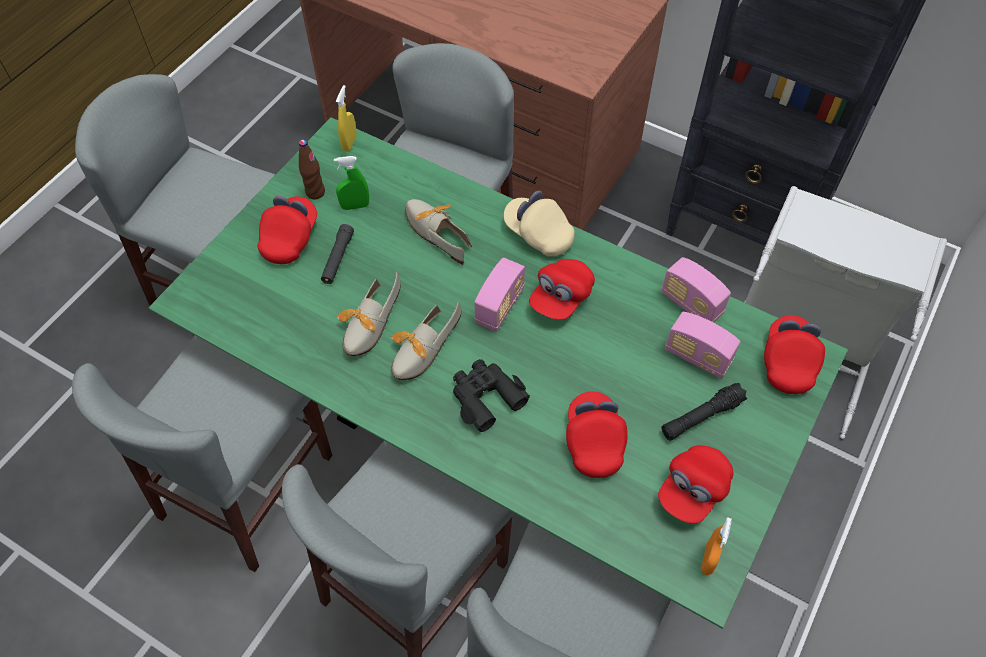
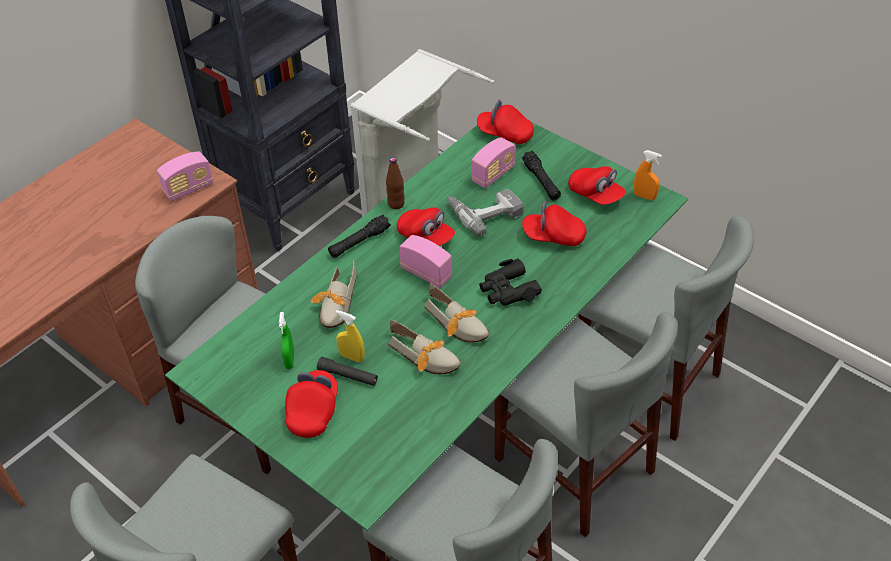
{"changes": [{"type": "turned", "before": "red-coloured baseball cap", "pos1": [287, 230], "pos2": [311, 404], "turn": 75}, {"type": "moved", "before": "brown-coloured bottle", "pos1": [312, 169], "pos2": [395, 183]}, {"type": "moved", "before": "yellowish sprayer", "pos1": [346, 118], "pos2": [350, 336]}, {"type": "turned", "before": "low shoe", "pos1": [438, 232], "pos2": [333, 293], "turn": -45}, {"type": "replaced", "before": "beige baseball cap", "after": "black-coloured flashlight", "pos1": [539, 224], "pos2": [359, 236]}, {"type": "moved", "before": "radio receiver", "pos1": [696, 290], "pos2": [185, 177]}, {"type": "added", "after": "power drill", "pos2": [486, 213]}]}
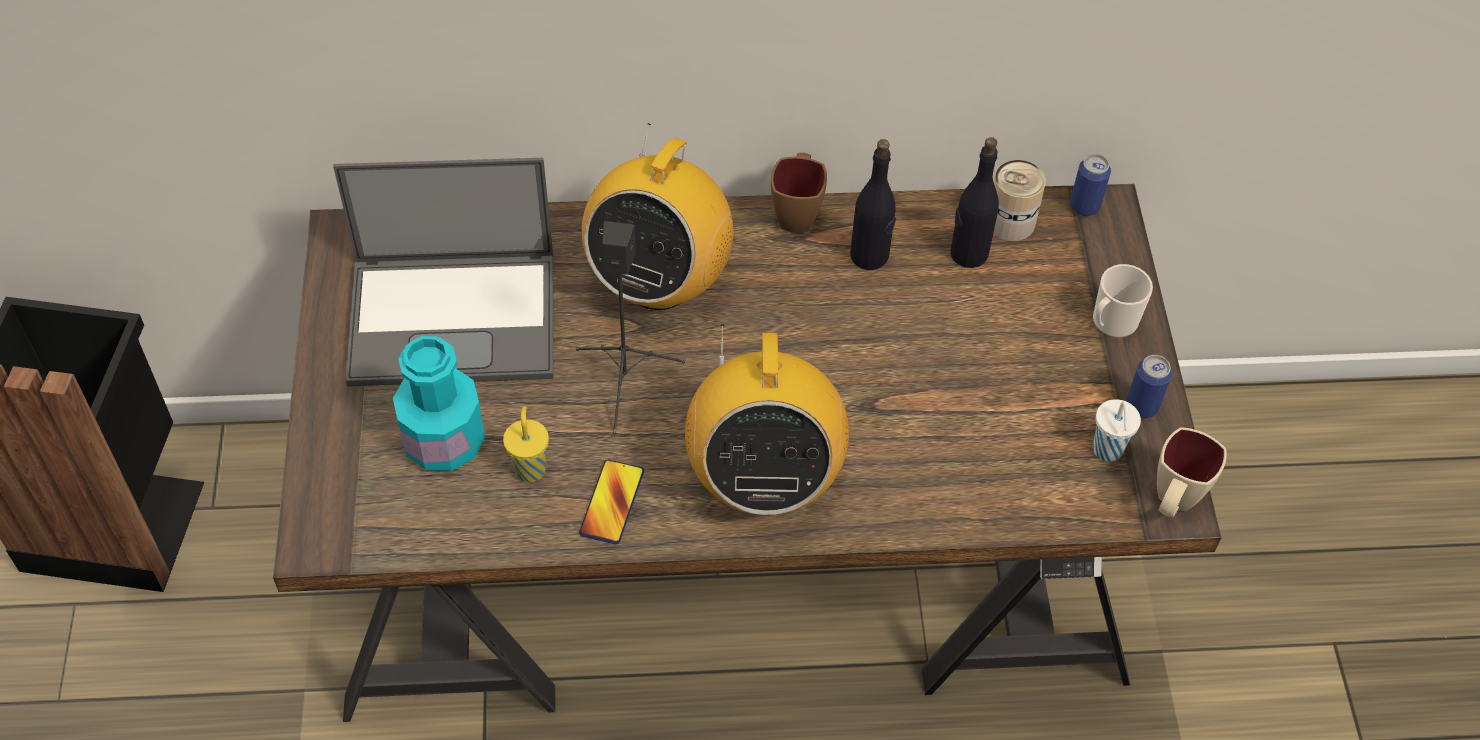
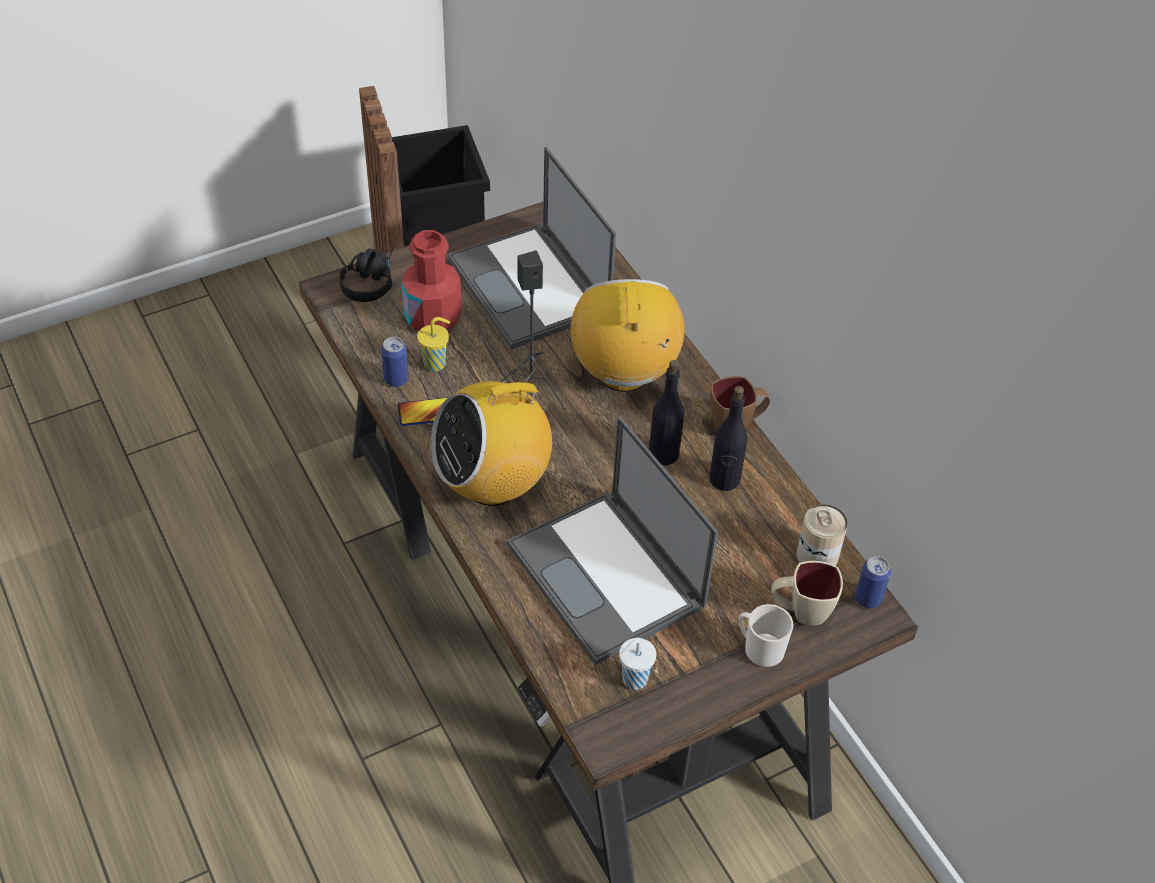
{"changes": [{"type": "recoloured", "before": "turquoise-coloured bottle", "after": "red-coloured bottle", "pos1": [439, 403], "pos2": [431, 280]}, {"type": "turned", "before": "radio receiver", "pos1": [657, 216], "pos2": [627, 335], "turn": 90}, {"type": "moved", "before": "black-coloured bottle", "pos1": [974, 202], "pos2": [666, 412]}, {"type": "moved", "before": "can", "pos1": [1149, 386], "pos2": [395, 362]}, {"type": "moved", "before": "beige mug", "pos1": [1192, 472], "pos2": [807, 593]}, {"type": "added", "after": "black-coloured headphones", "pos2": [367, 273]}, {"type": "added", "after": "notebook computer", "pos2": [612, 540]}]}
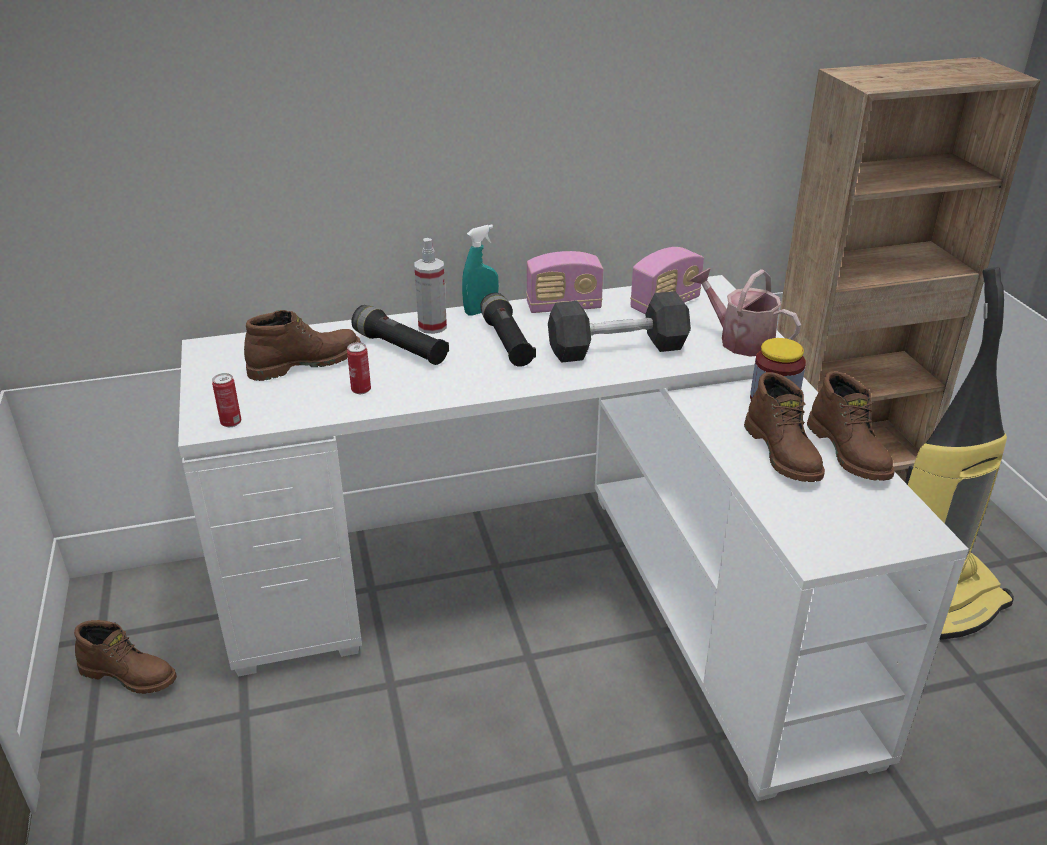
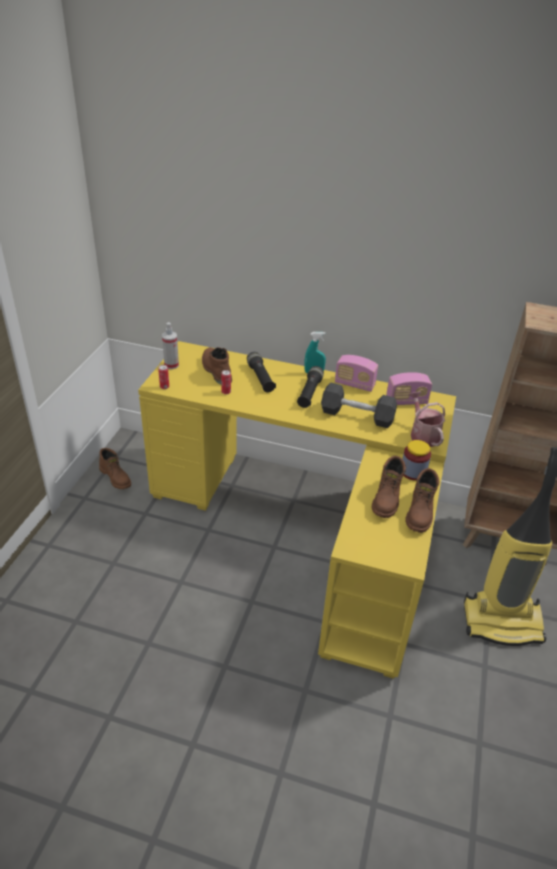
{"changes": [{"type": "recoloured", "before": "white desk unit", "after": "yellowish desk unit", "pos1": [573, 538], "pos2": [297, 510]}, {"type": "turned", "before": "brown-coloured high-top boot", "pos1": [302, 345], "pos2": [217, 365], "turn": -120}, {"type": "moved", "before": "sprayer", "pos1": [430, 286], "pos2": [170, 345]}]}
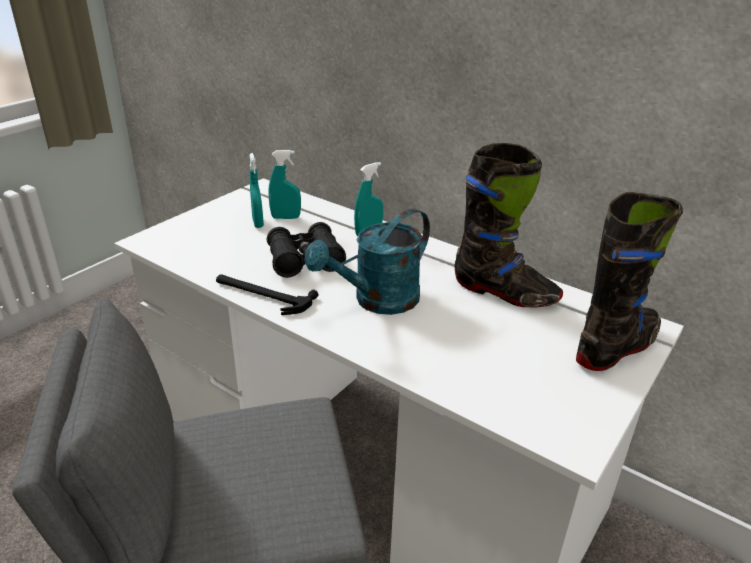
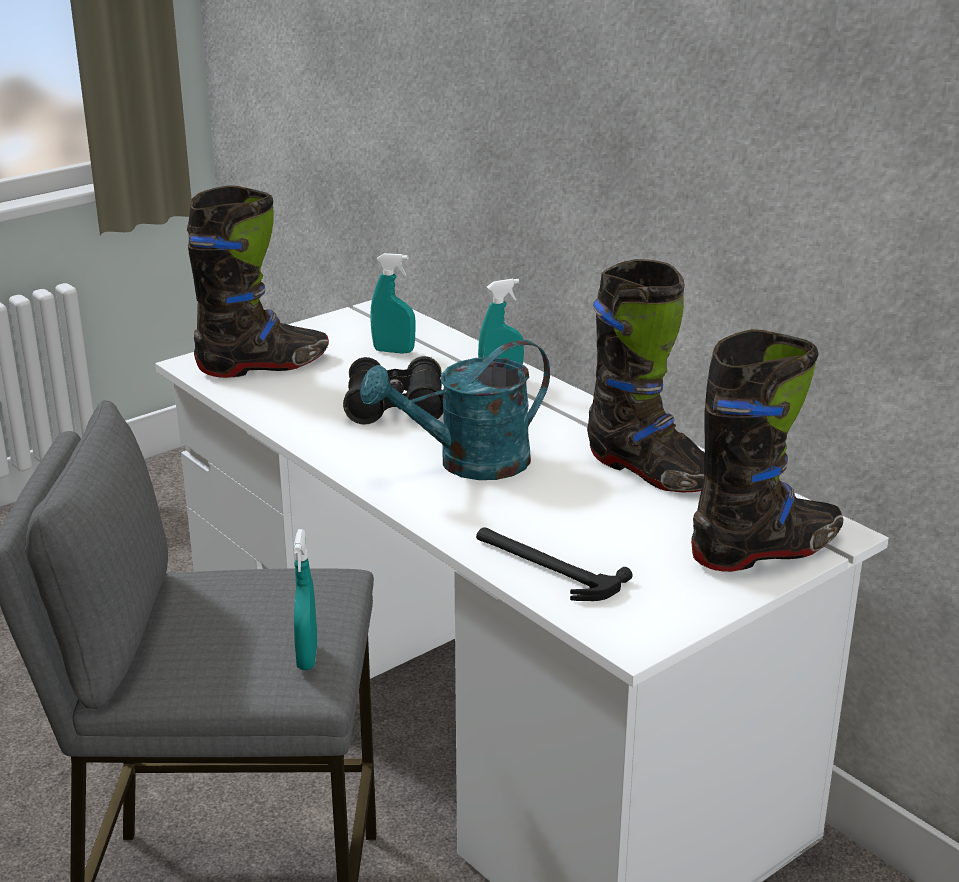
{"changes": [{"type": "moved", "before": "hammer", "pos1": [267, 294], "pos2": [554, 564]}, {"type": "moved", "before": "turquoise-coloured sprayer", "pos1": [257, 190], "pos2": [306, 599]}, {"type": "added", "after": "black-coloured high-top boot", "pos2": [258, 281]}]}
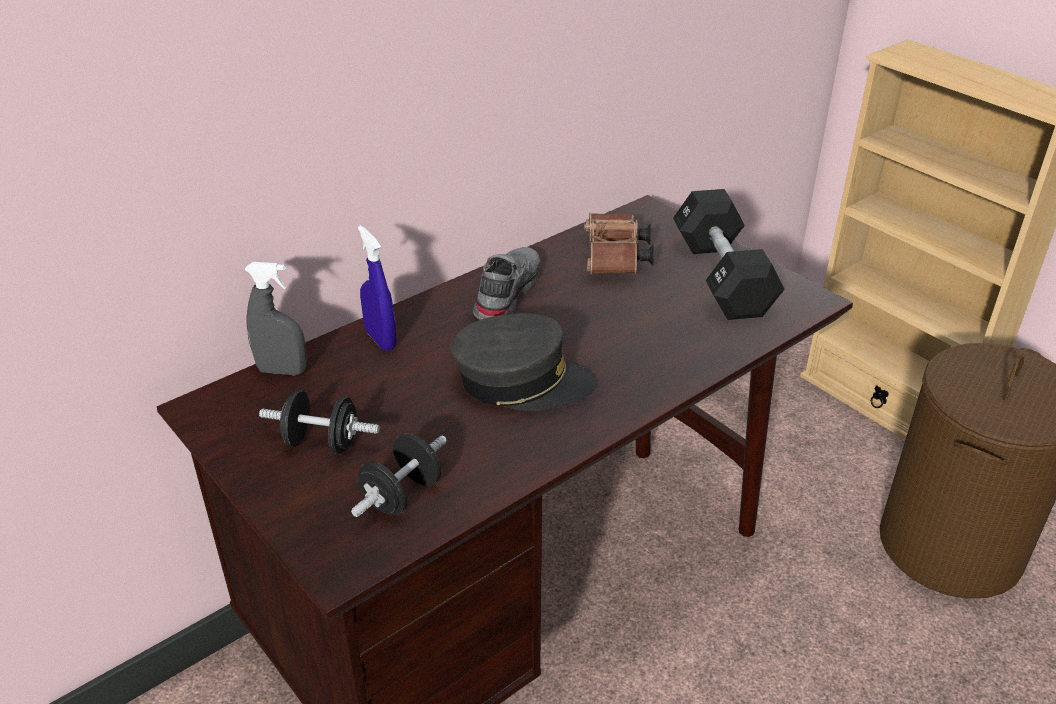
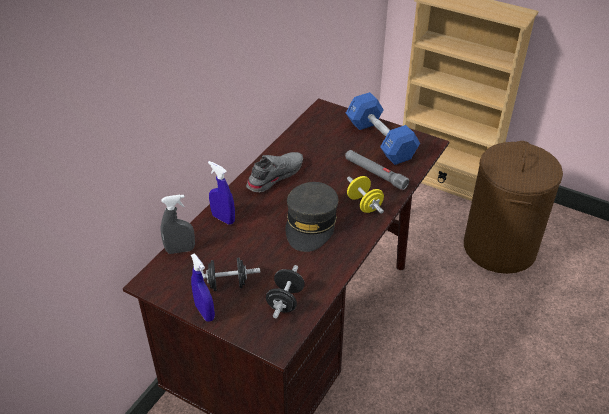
{"changes": [{"type": "turned", "before": "gray baseball cap", "pos1": [524, 362], "pos2": [312, 217], "turn": 120}, {"type": "turned", "before": "gray low shoe", "pos1": [506, 283], "pos2": [274, 172], "turn": 45}, {"type": "removed", "before": "brown-coloured binoculars", "pos1": [619, 243]}, {"type": "recoloured", "before": "black-coloured free weight", "after": "blue free weight", "pos1": [729, 254], "pos2": [383, 128]}, {"type": "added", "after": "blue sprayer", "pos2": [203, 287]}, {"type": "added", "after": "gray flashlight", "pos2": [377, 170]}, {"type": "added", "after": "yellowish free weight", "pos2": [365, 195]}]}
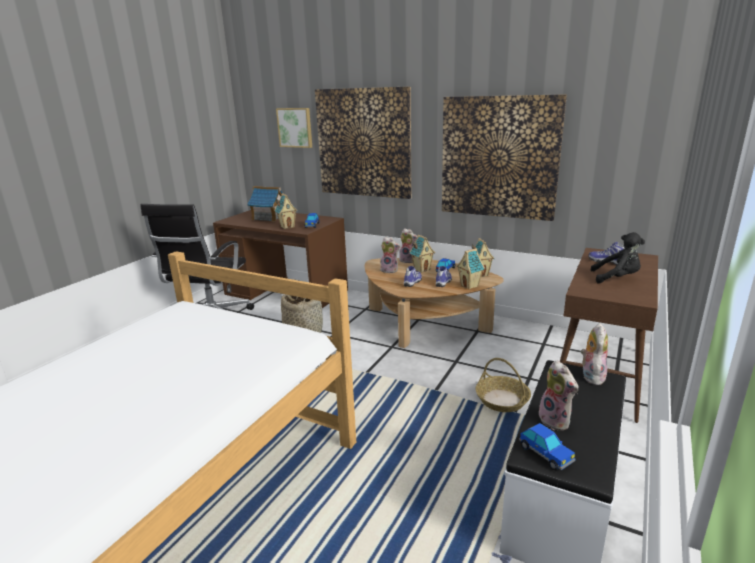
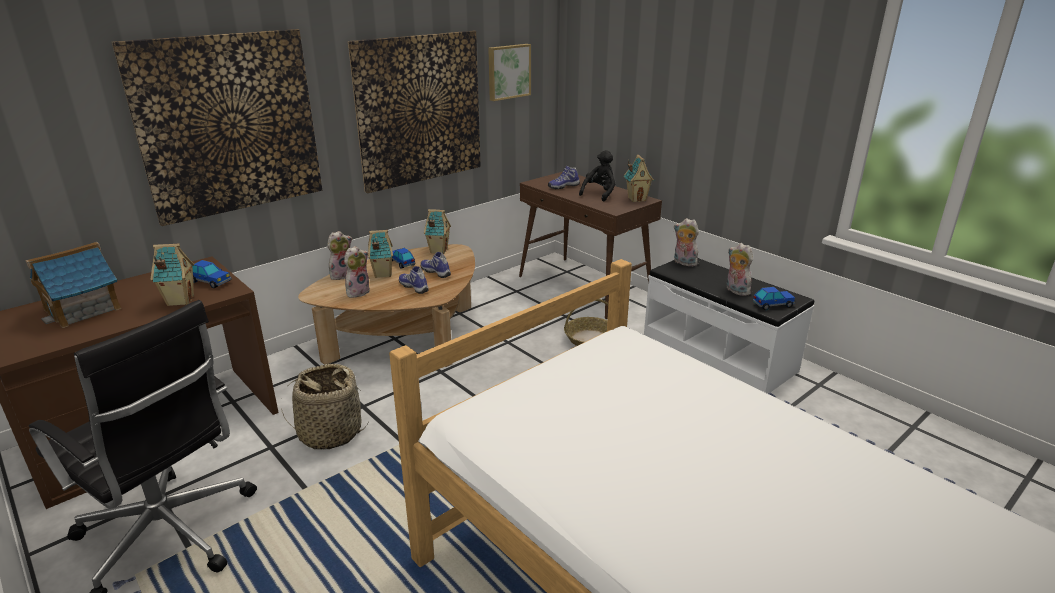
{"changes": [{"type": "moved", "before": "wall picture", "pos1": [294, 128], "pos2": [509, 72]}, {"type": "moved", "before": "miniature house", "pos1": [470, 268], "pos2": [638, 178]}, {"type": "turned", "before": "cuddly toy", "pos1": [558, 395], "pos2": [740, 269], "turn": -120}]}
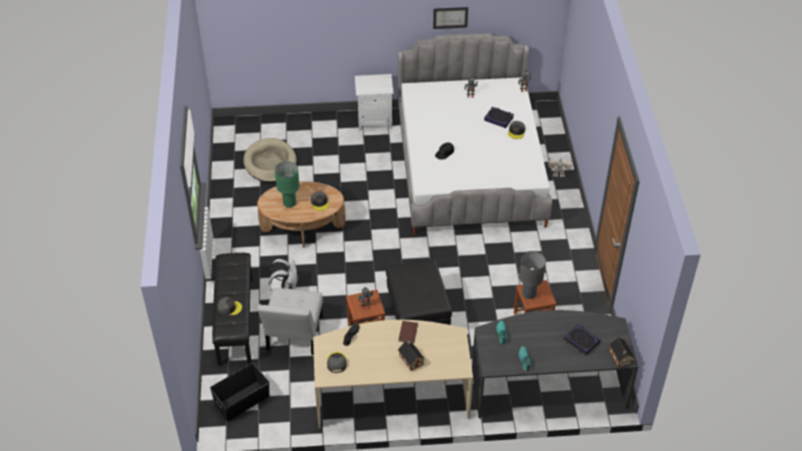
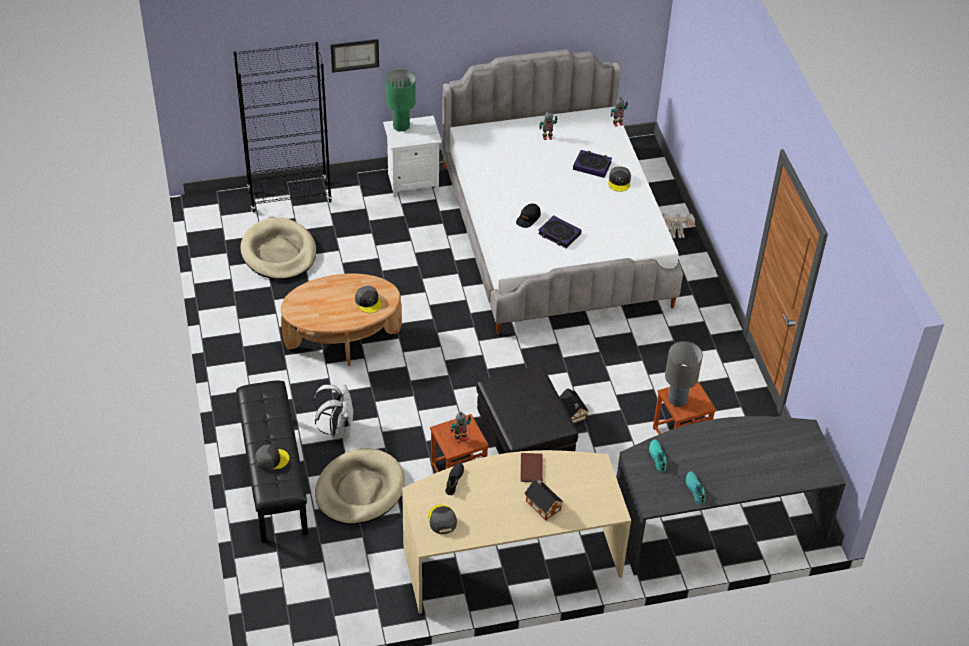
{"changes": [{"type": "removed", "before": "black-coloured storage container", "pos1": [239, 392]}, {"type": "replaced", "before": "white upright chair", "after": "beige dog bed", "pos1": [290, 321], "pos2": [360, 486]}, {"type": "moved", "before": "green-coloured tabletop lamp", "pos1": [287, 184], "pos2": [401, 100]}, {"type": "moved", "before": "wall picture", "pos1": [450, 18], "pos2": [354, 56]}, {"type": "moved", "before": "book", "pos1": [582, 339], "pos2": [560, 232]}, {"type": "moved", "before": "miniature house", "pos1": [621, 352], "pos2": [574, 406]}, {"type": "added", "after": "black-coloured bookshelf", "pos2": [282, 127]}]}
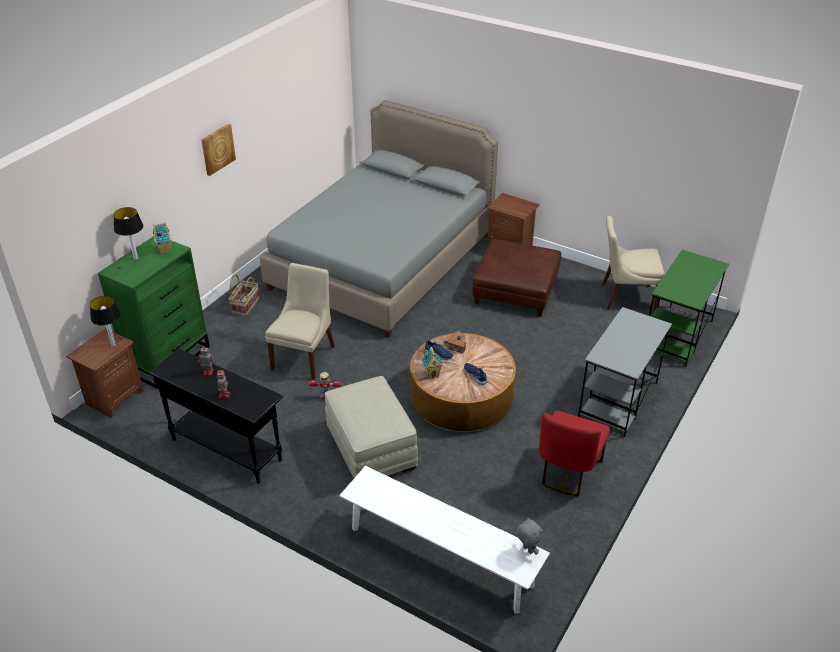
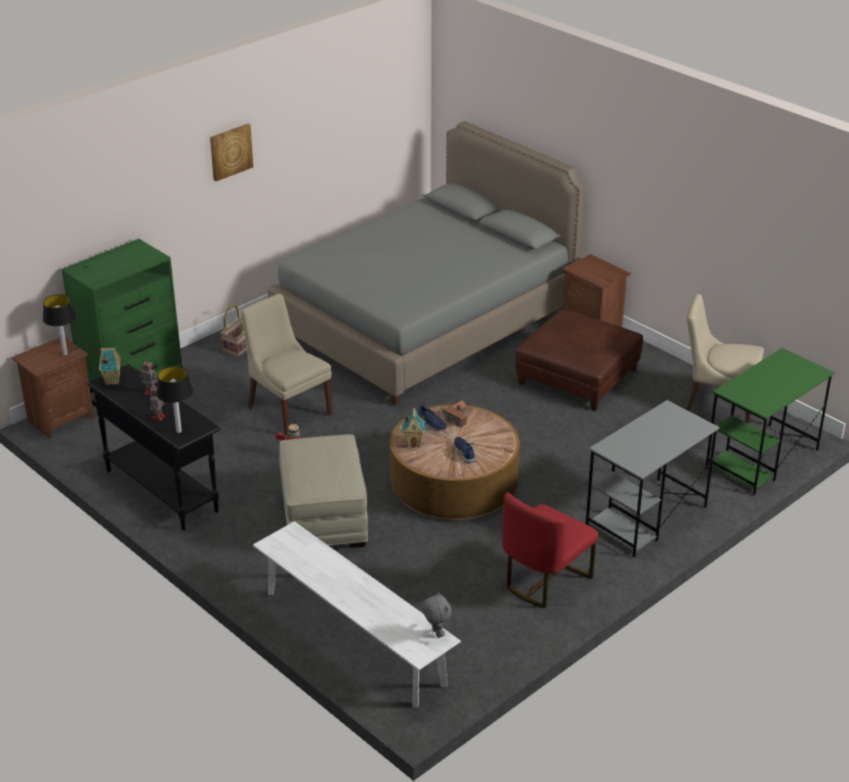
{"changes": [{"type": "moved", "before": "tabletop lamp", "pos1": [128, 233], "pos2": [174, 399]}, {"type": "moved", "before": "miniature house", "pos1": [162, 238], "pos2": [110, 366]}, {"type": "turned", "before": "beige upright chair", "pos1": [300, 321], "pos2": [286, 365], "turn": -75}]}
